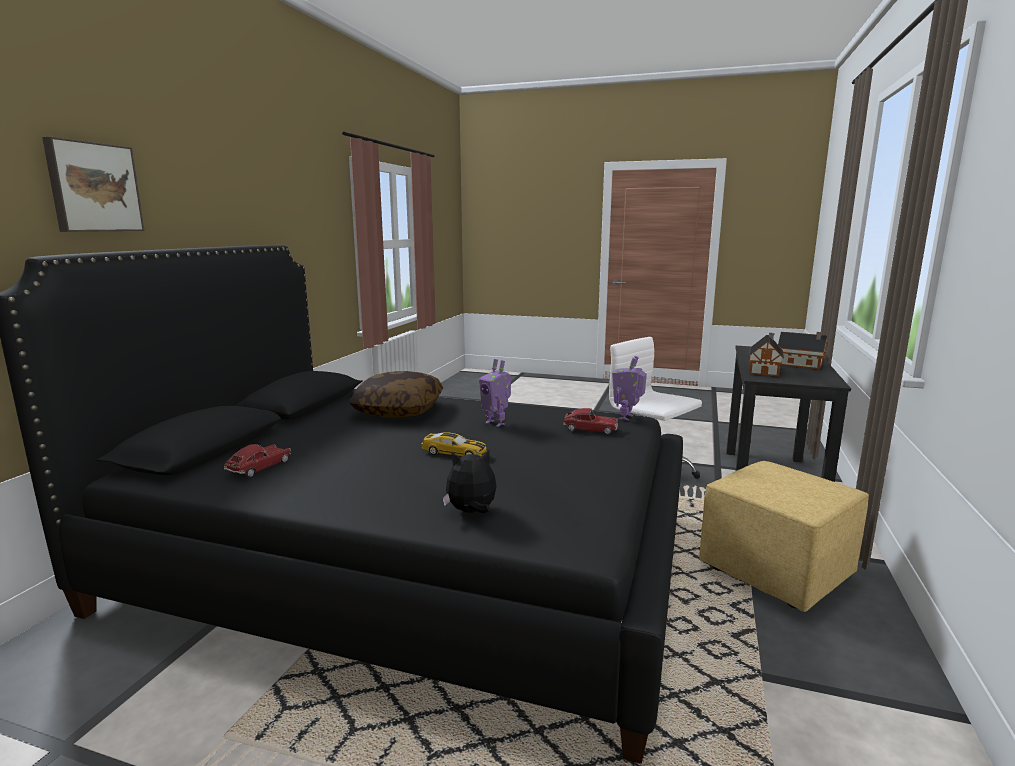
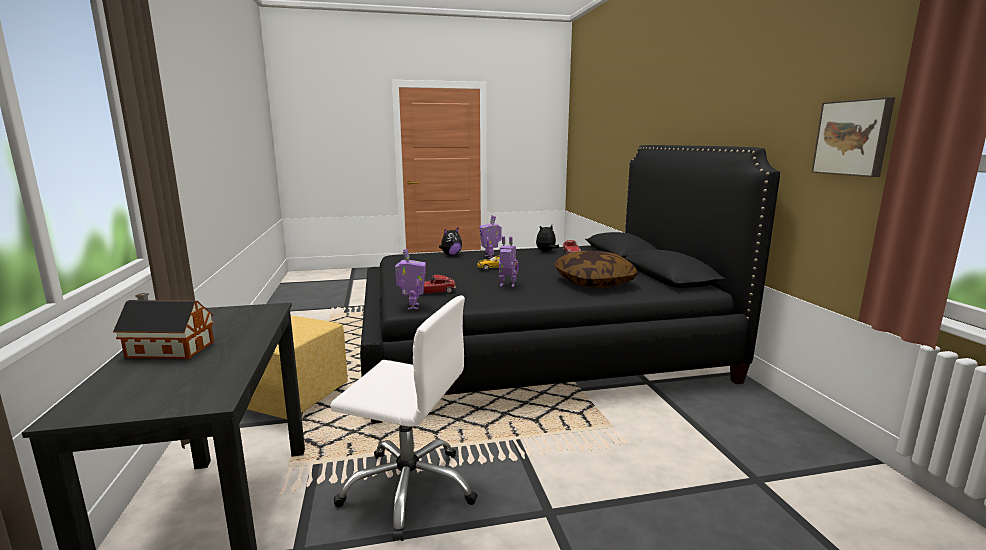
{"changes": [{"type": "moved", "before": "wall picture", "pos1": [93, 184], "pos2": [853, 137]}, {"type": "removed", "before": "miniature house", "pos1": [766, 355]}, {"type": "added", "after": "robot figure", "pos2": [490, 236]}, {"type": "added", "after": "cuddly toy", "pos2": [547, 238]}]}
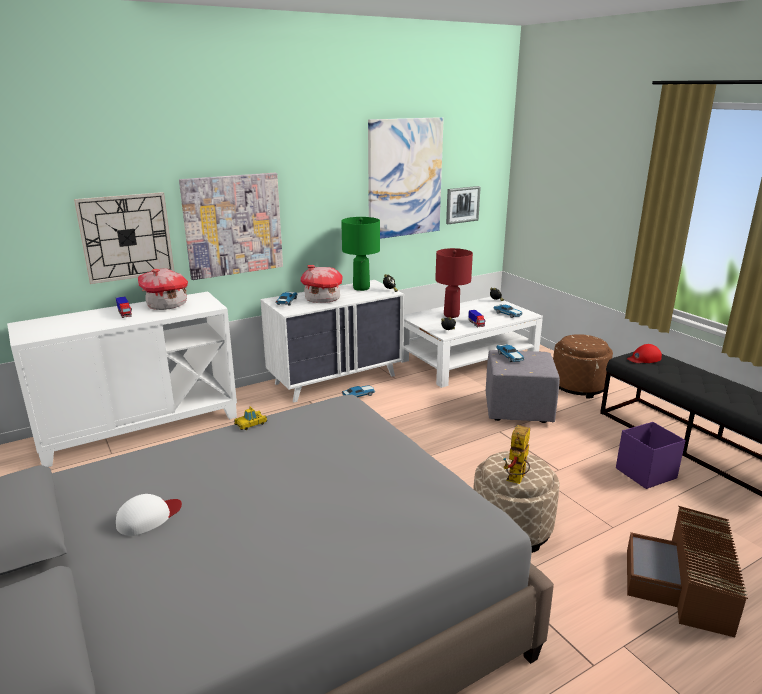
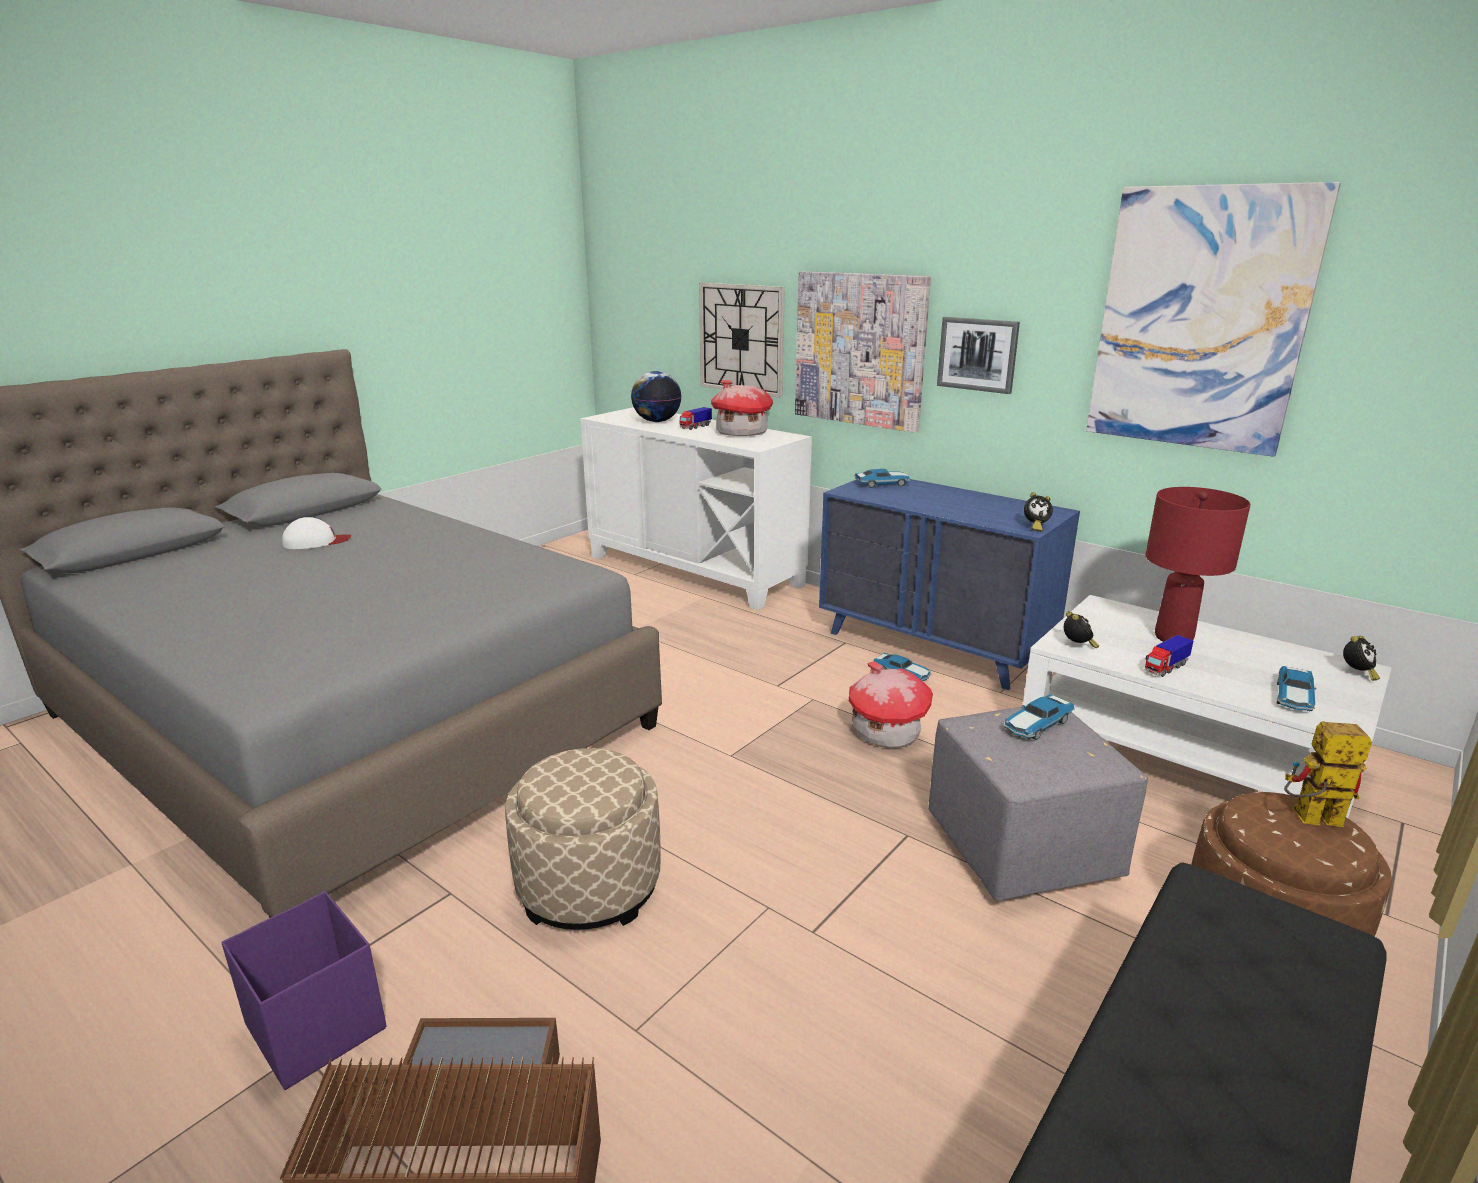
{"changes": [{"type": "turned", "before": "white baseball cap", "pos1": [149, 515], "pos2": [316, 533], "turn": -45}, {"type": "removed", "before": "miniature car", "pos1": [250, 418]}, {"type": "recoloured", "before": "white drawer chest", "after": "blue drawer chest", "pos1": [332, 341], "pos2": [949, 584]}, {"type": "moved", "before": "miniature house", "pos1": [322, 284], "pos2": [891, 704]}, {"type": "removed", "before": "green-coloured tabletop lamp", "pos1": [360, 254]}, {"type": "moved", "before": "wall picture", "pos1": [463, 205], "pos2": [978, 355]}, {"type": "moved", "before": "robot figure", "pos1": [516, 454], "pos2": [1328, 774]}, {"type": "moved", "before": "purple-coloured storage container", "pos1": [651, 455], "pos2": [304, 990]}, {"type": "removed", "before": "red-coloured baseball cap", "pos1": [644, 353]}, {"type": "added", "after": "globe", "pos2": [656, 396]}]}
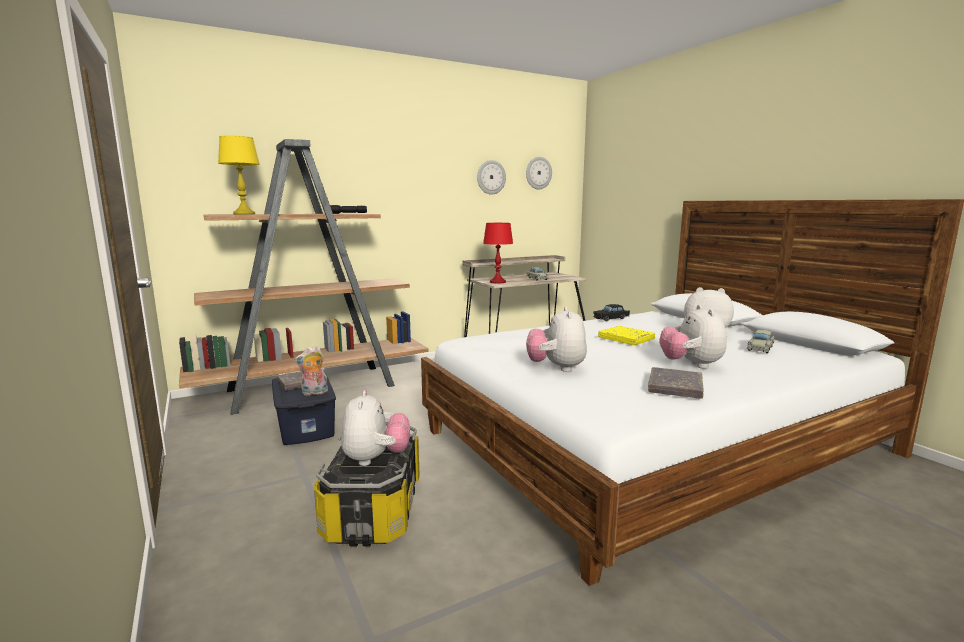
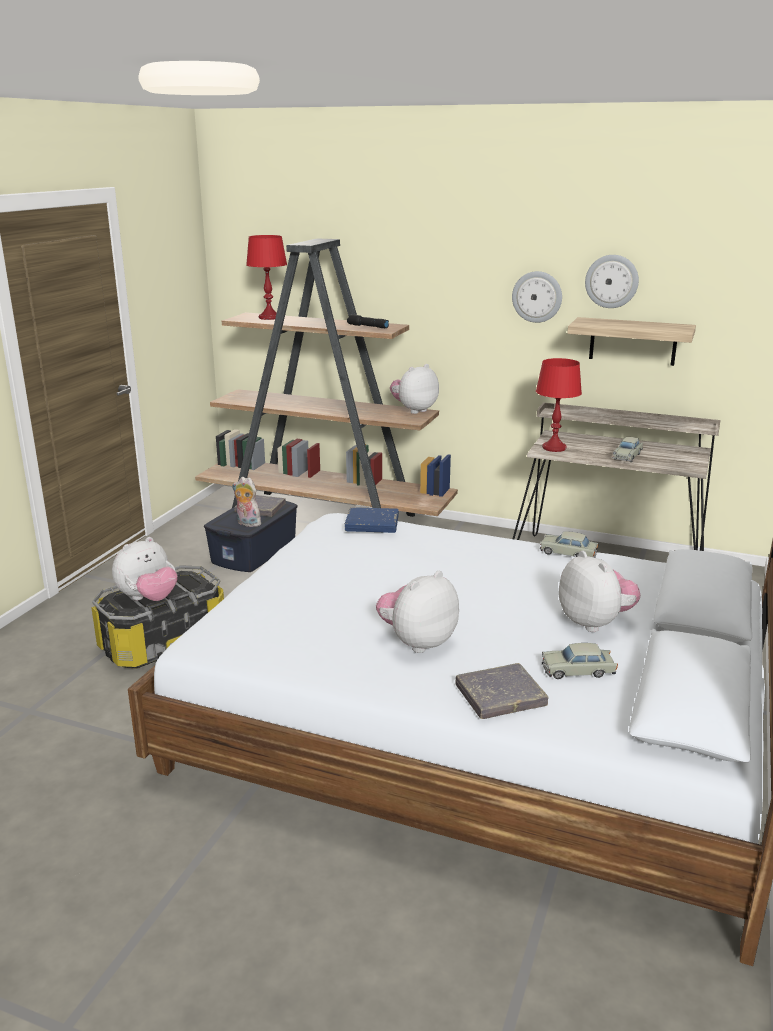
{"changes": [{"type": "recoloured", "before": "yellowish tabletop lamp", "after": "red-coloured tabletop lamp", "pos1": [239, 175], "pos2": [266, 277]}, {"type": "moved", "before": "clock on the wall", "pos1": [539, 173], "pos2": [537, 297]}, {"type": "moved", "before": "cuddly toy", "pos1": [556, 339], "pos2": [414, 389]}, {"type": "recoloured", "before": "black-coloured miniature car", "after": "beige miniature car", "pos1": [611, 312], "pos2": [569, 544]}, {"type": "removed", "before": "yellowish book", "pos1": [626, 335]}, {"type": "moved", "before": "gray book", "pos1": [676, 383], "pos2": [501, 691]}, {"type": "added", "after": "blue book", "pos2": [372, 520]}, {"type": "added", "after": "wall shelf", "pos2": [631, 341]}]}
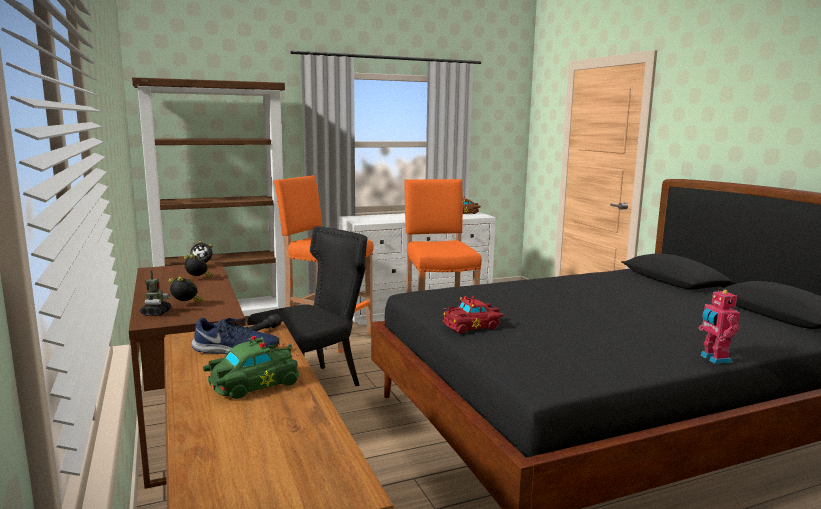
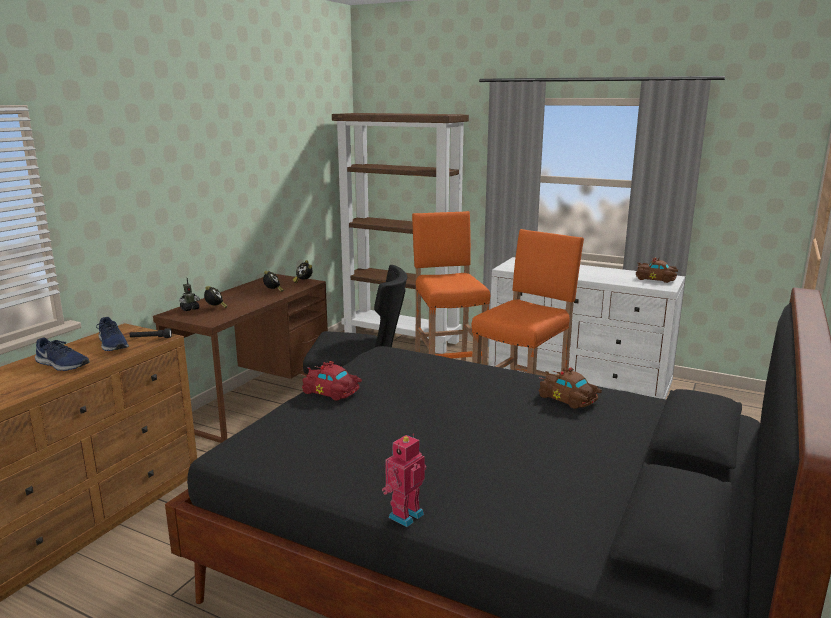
{"changes": [{"type": "replaced", "before": "green-coloured miniature car", "after": "blue low shoe", "pos1": [251, 367], "pos2": [62, 354]}, {"type": "added", "after": "brown-coloured miniature car", "pos2": [570, 388]}]}
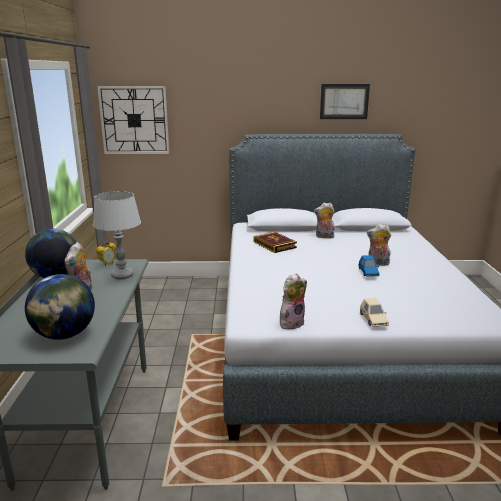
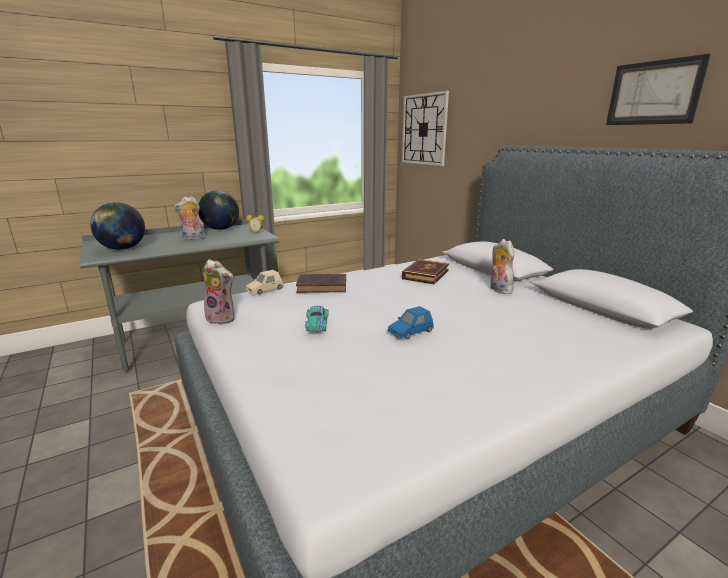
{"changes": [{"type": "removed", "before": "gray tabletop lamp", "pos1": [117, 235]}, {"type": "moved", "before": "beige miniature car", "pos1": [374, 312], "pos2": [264, 282]}, {"type": "removed", "before": "cuddly toy", "pos1": [379, 245]}, {"type": "added", "after": "brown-coloured book", "pos2": [321, 283]}, {"type": "added", "after": "turquoise-coloured miniature car", "pos2": [317, 318]}]}
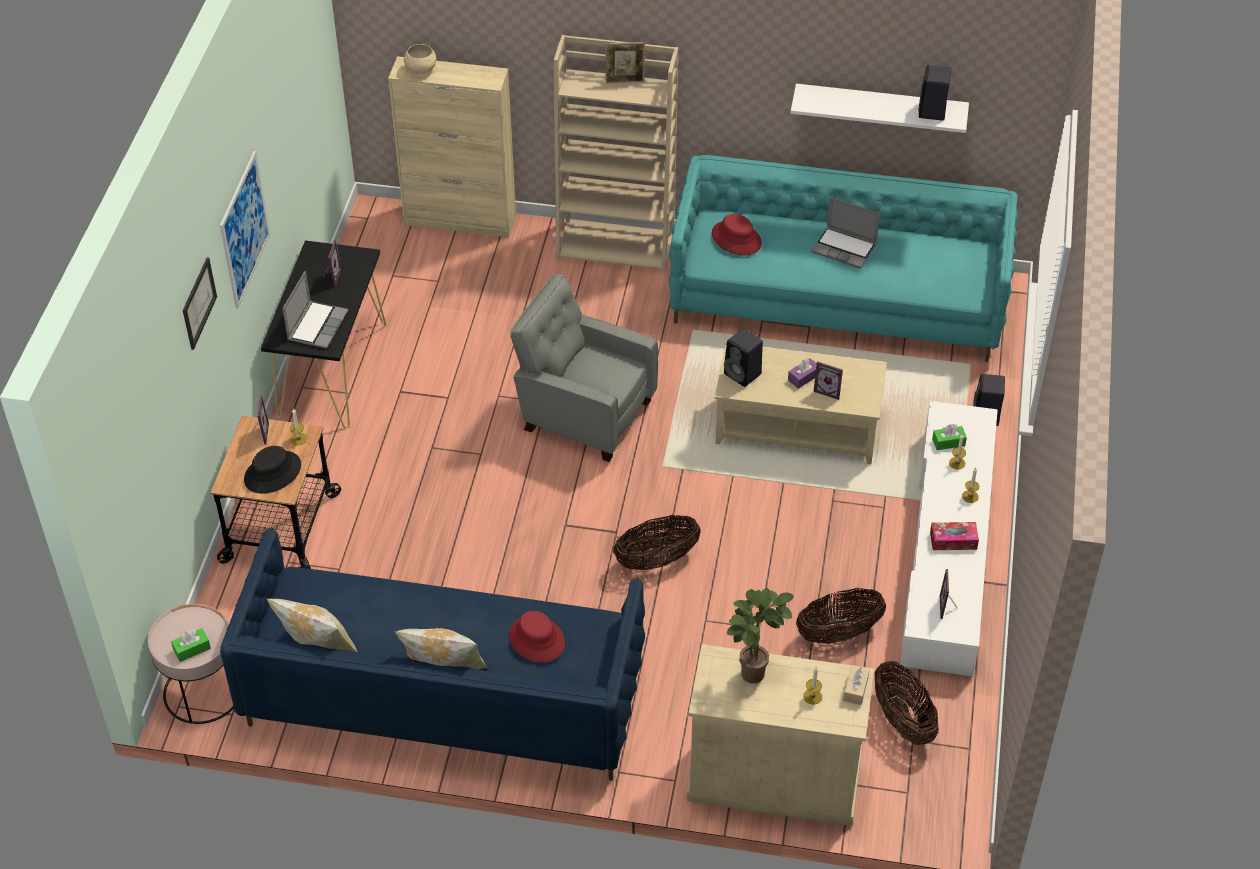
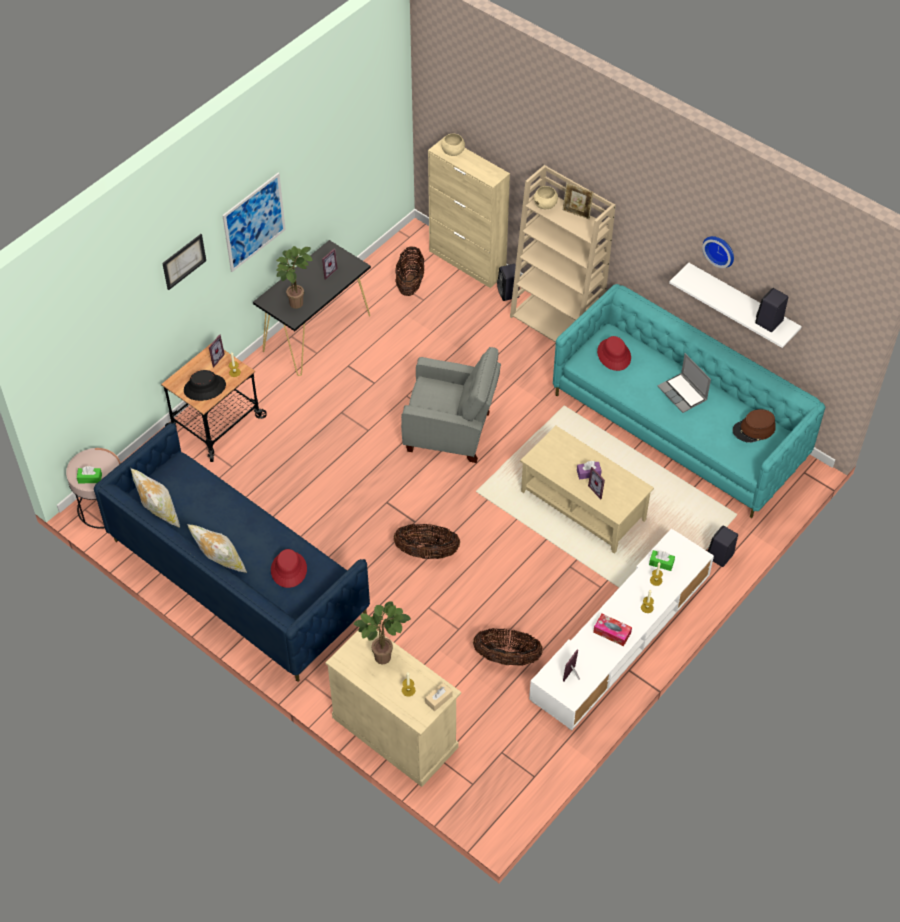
{"changes": [{"type": "replaced", "before": "notebook computer", "after": "potted plant", "pos1": [315, 310], "pos2": [294, 277]}, {"type": "turned", "before": "gray lounge chair", "pos1": [584, 368], "pos2": [451, 405], "turn": 135}, {"type": "moved", "before": "black-coloured loudspeaker", "pos1": [743, 357], "pos2": [508, 282]}, {"type": "moved", "before": "household basket", "pos1": [907, 703], "pos2": [409, 271]}, {"type": "added", "after": "beige deep dish", "pos2": [546, 197]}, {"type": "added", "after": "clock on the wall", "pos2": [718, 252]}, {"type": "added", "after": "brown-coloured clothing hat", "pos2": [754, 426]}]}
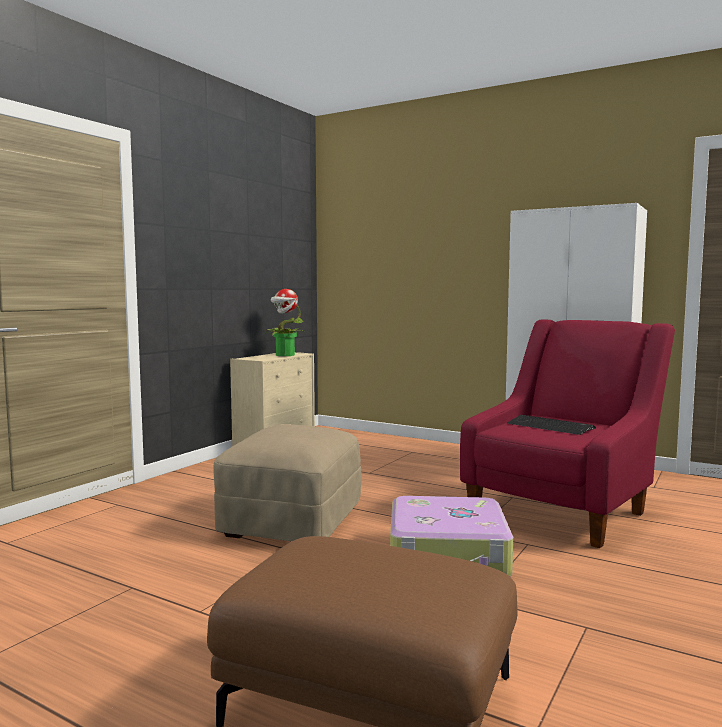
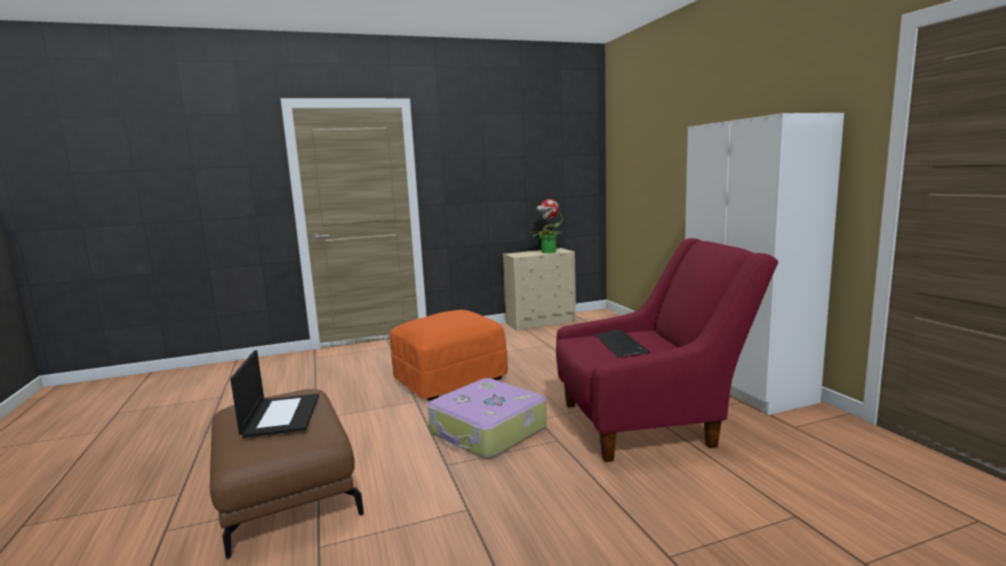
{"changes": [{"type": "recoloured", "before": "beige ottoman", "after": "orange ottoman", "pos1": [287, 482], "pos2": [449, 355]}, {"type": "added", "after": "notebook computer", "pos2": [274, 394]}]}
